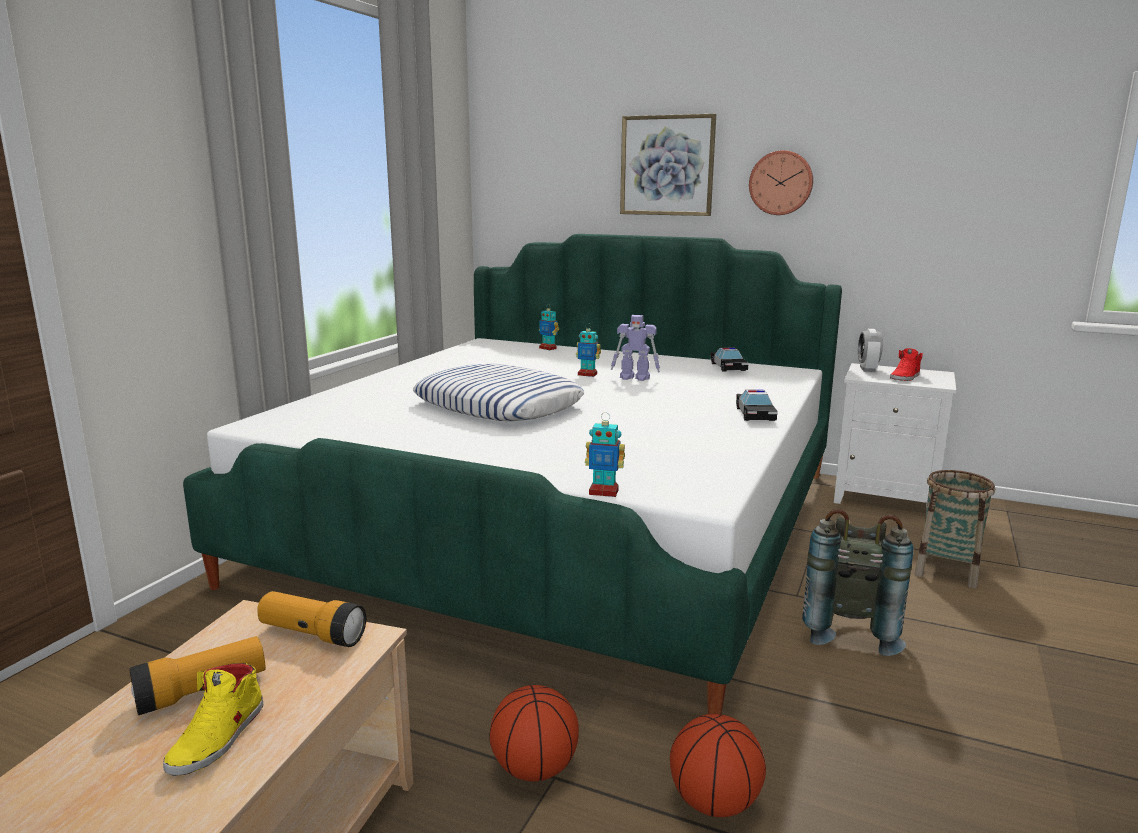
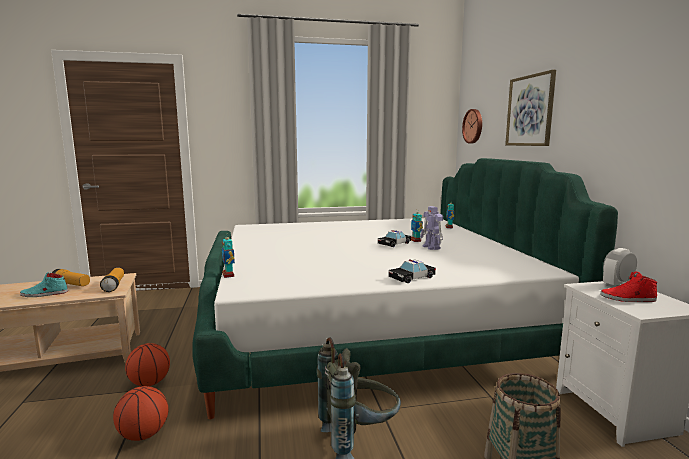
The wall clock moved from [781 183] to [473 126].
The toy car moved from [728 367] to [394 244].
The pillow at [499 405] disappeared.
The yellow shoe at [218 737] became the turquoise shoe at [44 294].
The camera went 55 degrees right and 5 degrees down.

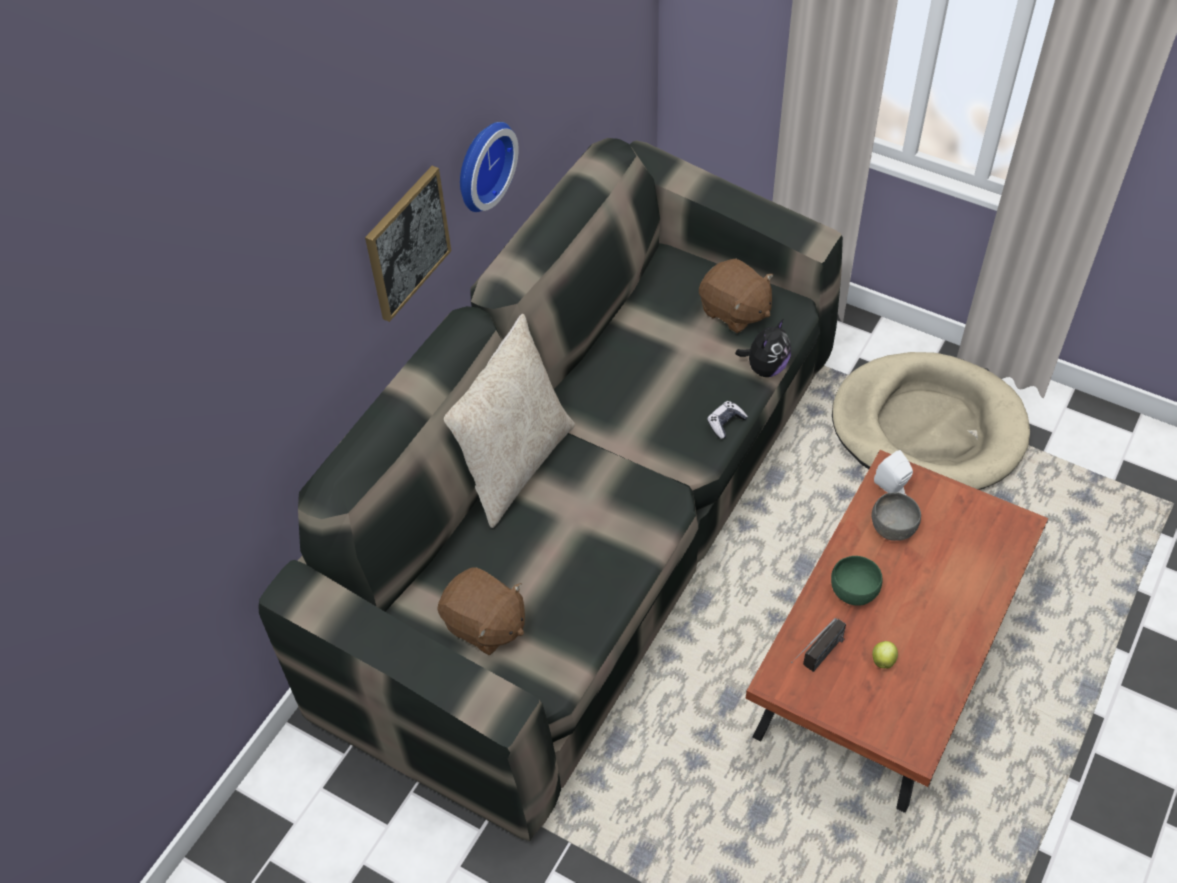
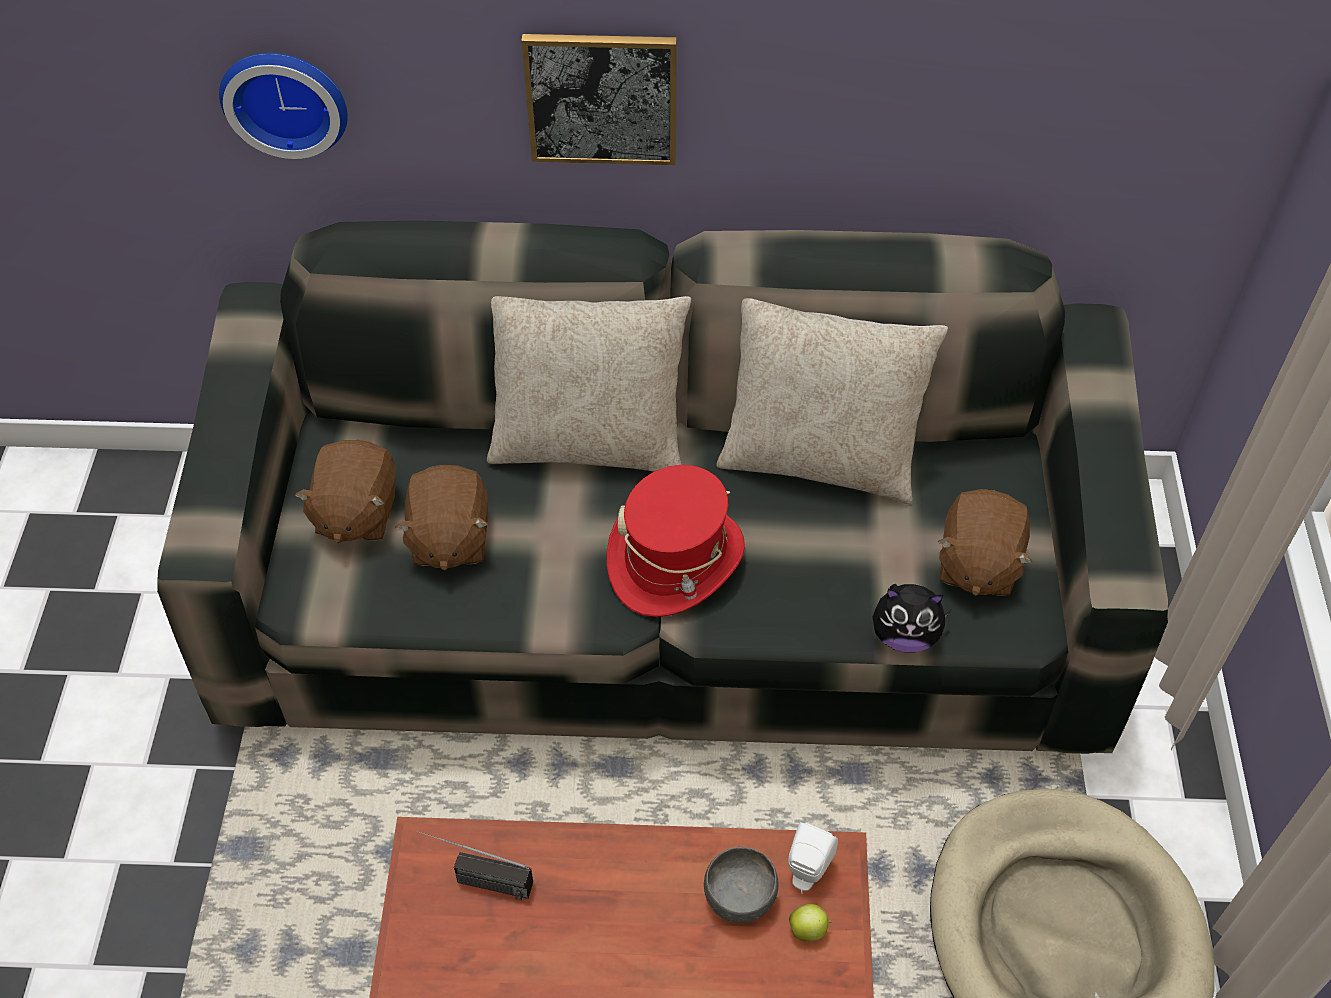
The wall clock moved from [481 164] to [286 98].
The game controller at [725 423] disappeared.
The green bowl at [853 590] disappeared.
The apple moved from [883 660] to [808 929].
The beige pillow at [819 459] appeared.
The brown plush toy at [449 539] appeared.
The red hat at [676 560] appeared.
The camera went 60 degrees right and 0 degrees up.

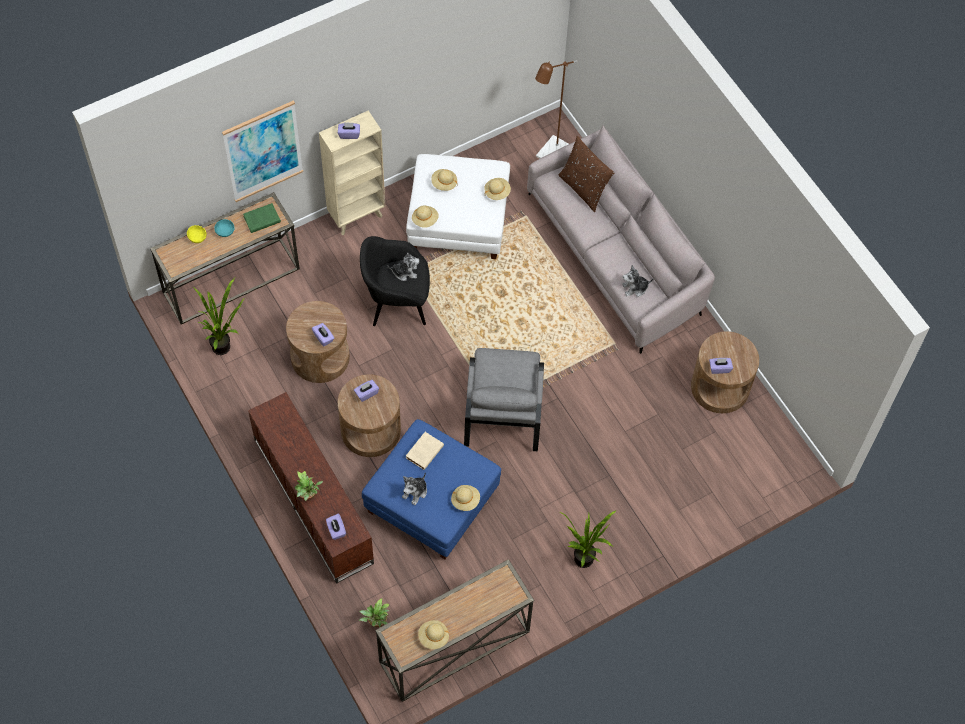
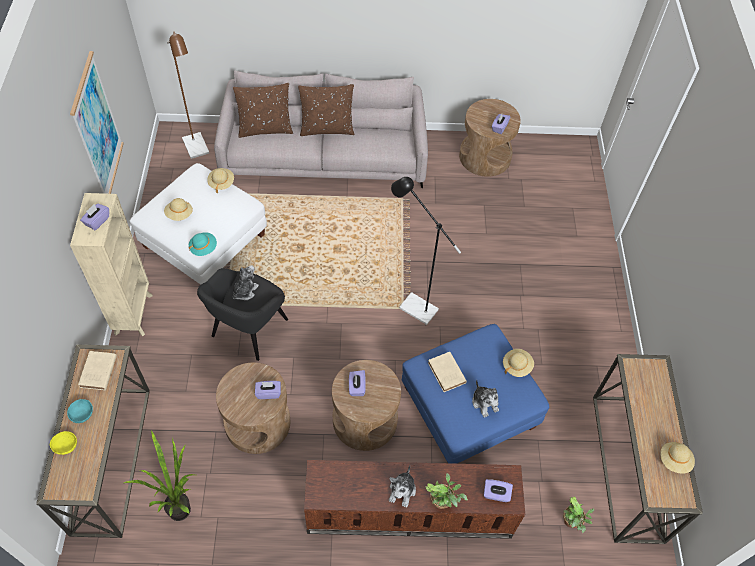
The picture moved from [263 151] to [97 129].
The green book at [261 220] became the beige book at [98 373].
The beige hat at [425 220] became the turquoise hat at [203 248].
The plush toy moved from [635 288] to [402 491].
The grey armchair at [503 410] was replaced by the black floor lamp at [412 305].
The potted plant at [584 564] disappeared.
The brown pillow at [327 128] appeared.
The camera went 60 degrees left and 5 degrees down.

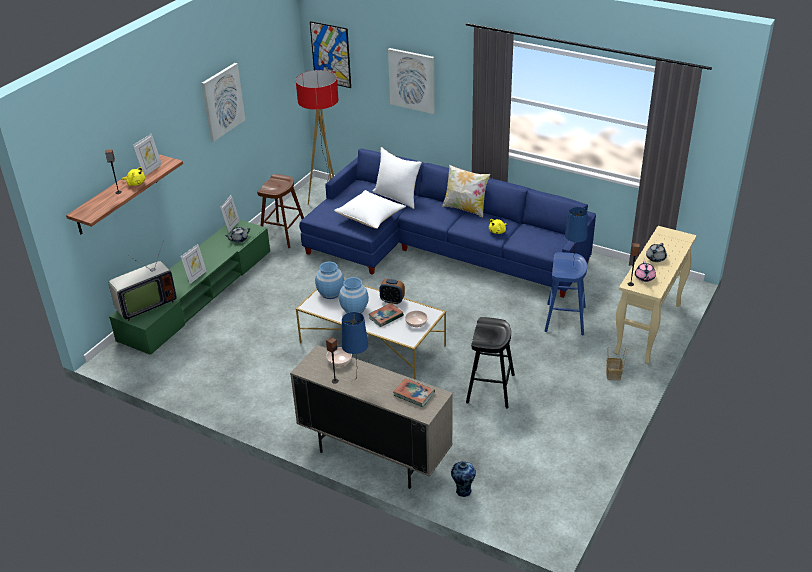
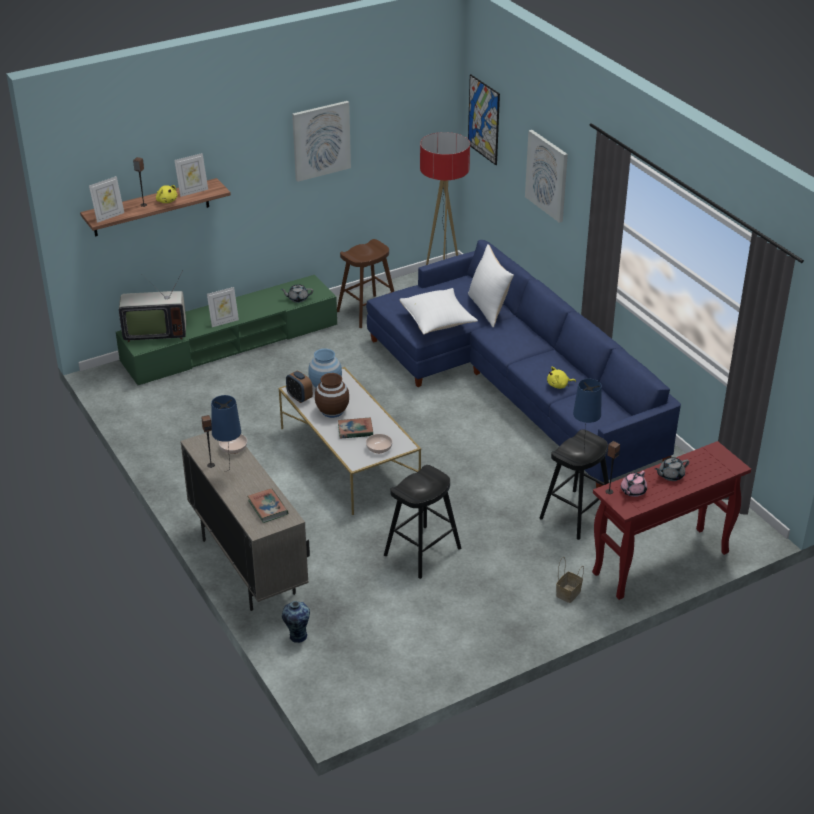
The pillow at [465 209] disappeared.
The picture frame moved from [232 226] to [109 216].
The beige console table at [648 329] became the red console table at [660 564].
The blue stool at [565 319] became the black stool at [576 514].
The blue vase at [354 309] became the brown vase at [332 411].
The alarm clock moved from [392 300] to [299 397].
The camera went 30 degrees right and 0 degrees up.

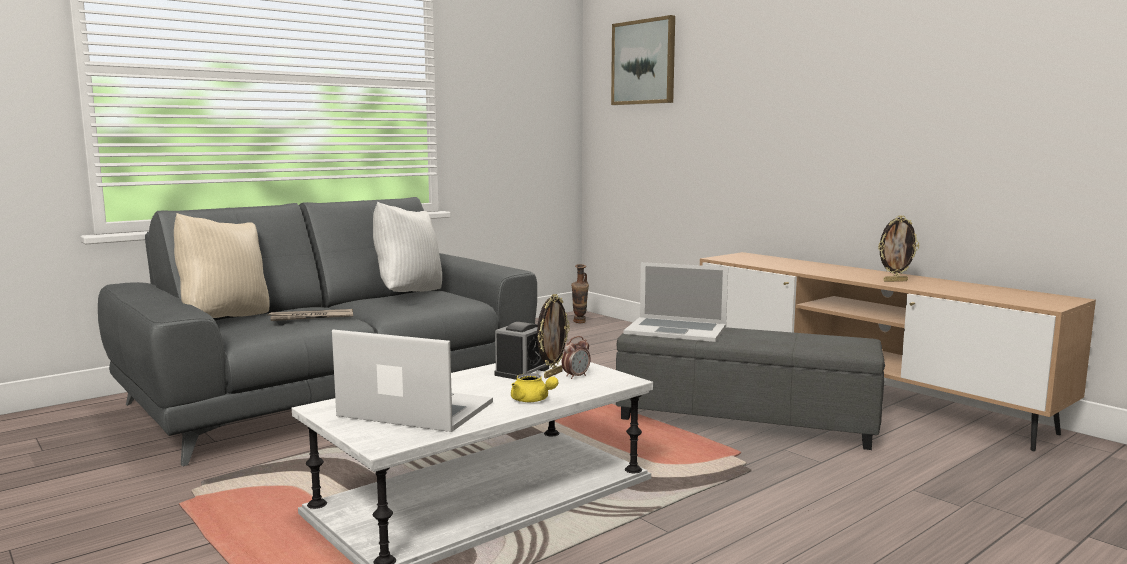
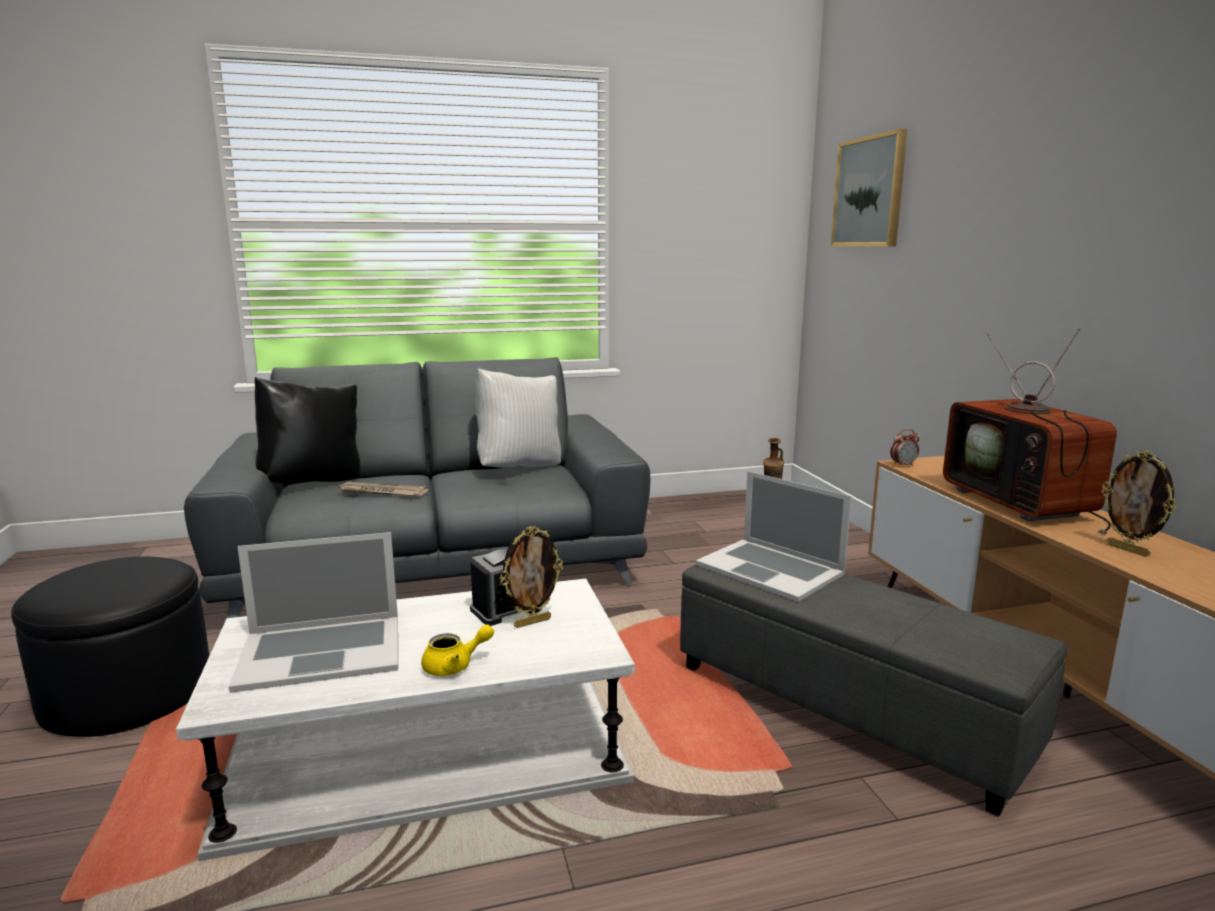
The beige pillow at [225 318] became the black pillow at [314 482].
The picture frame at [895 281] turned 45 degrees clockwise.
The laptop at [415 410] turned 120 degrees clockwise.
The alarm clock moved from [576 376] to [903 465].
The yellow teapot at [533 400] turned 90 degrees counterclockwise.
The television at [1024 504] appeared.
The black ottoman at [128 692] appeared.
The camera went 25 degrees right and 5 degrees up.

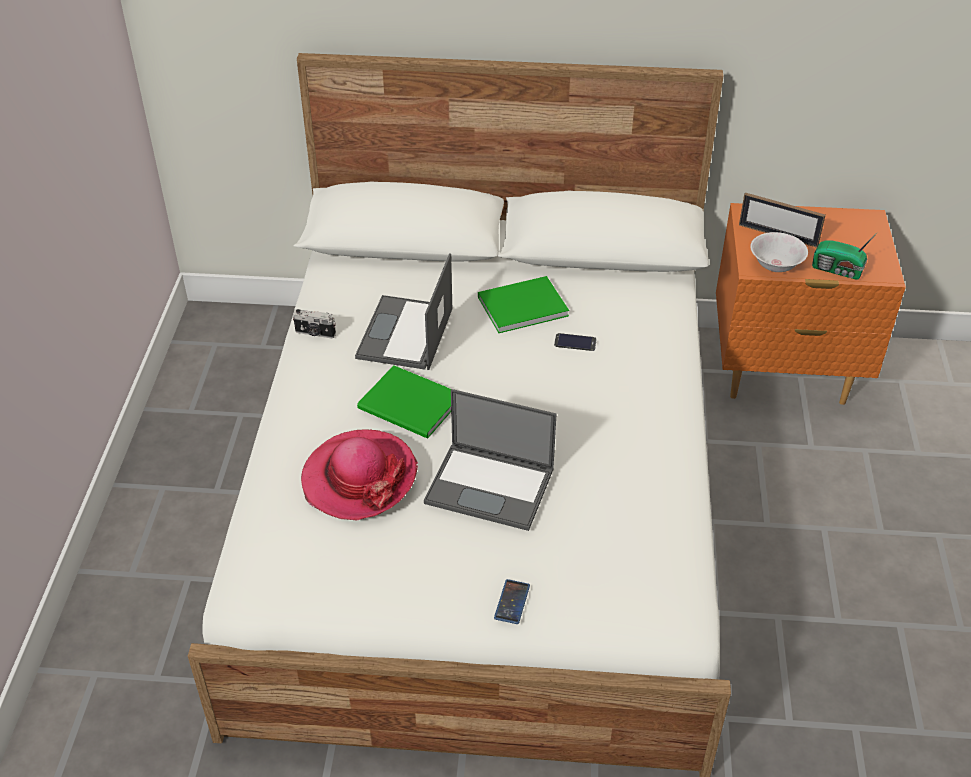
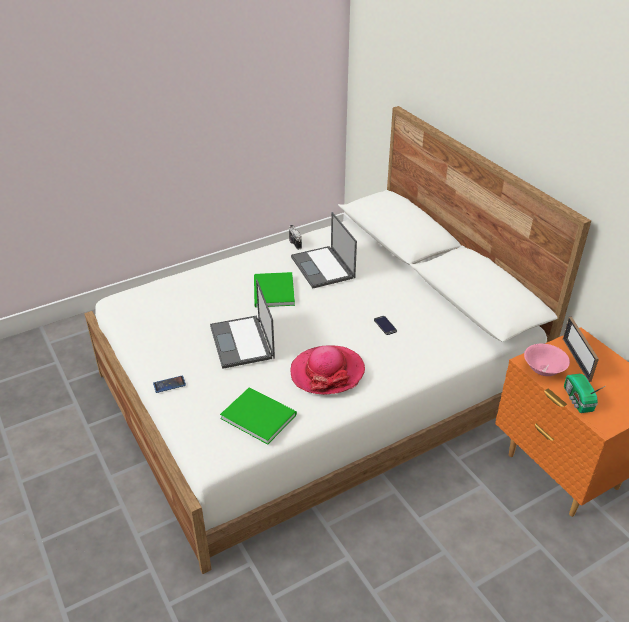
The white bowl at [775 266] became the pink bowl at [543 370].
The laptop at [405 334] turned 90 degrees counterclockwise.
The green book moved from [519 306] to [258 414].
The hat moved from [359 477] to [327 372].
The camera went 55 degrees right and 5 degrees down.

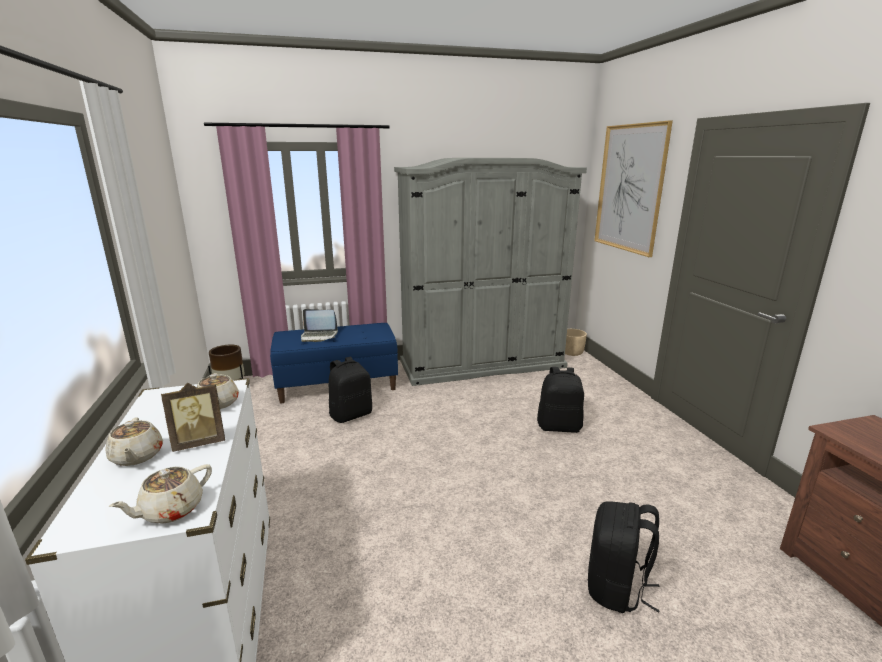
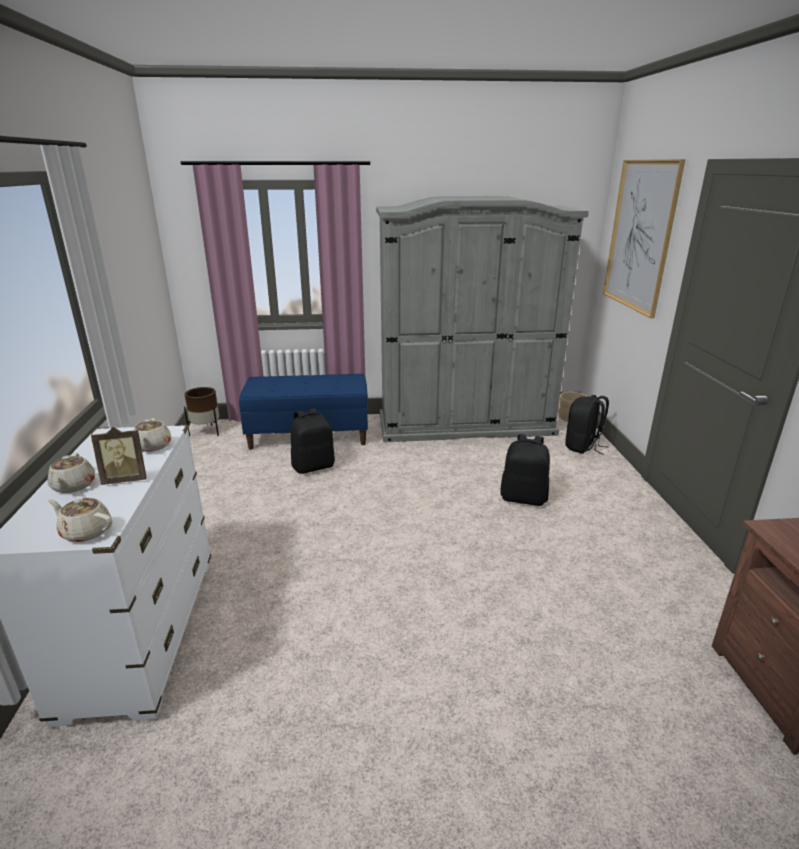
The laptop at [319 336] disappeared.
The beige teapot at [171 510] turned 60 degrees clockwise.
The black backpack moved from [616 588] to [583 447].
The camera went 10 degrees right and 5 degrees up.

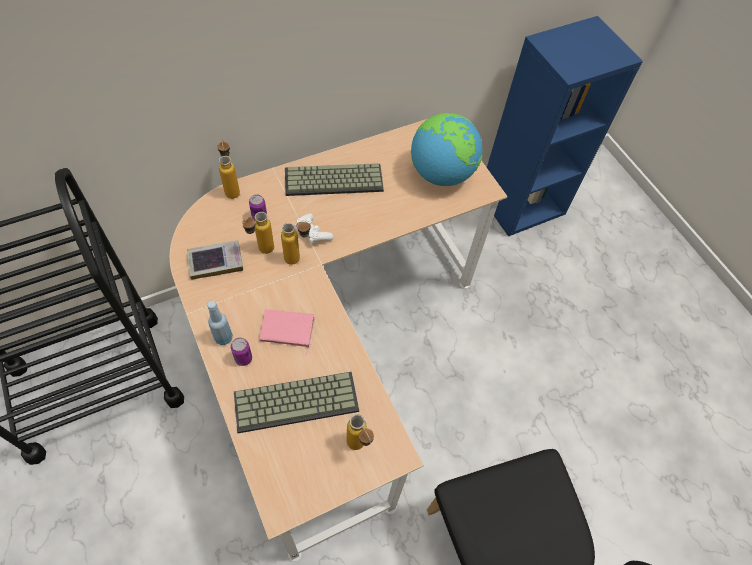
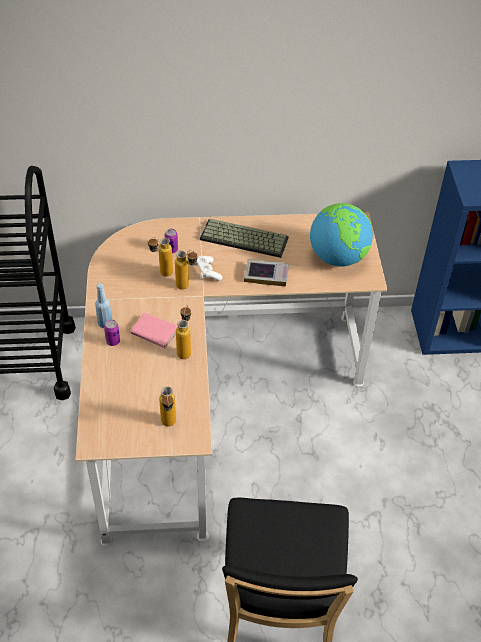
The bottle moved from [232 188] to [185 350].
The book moved from [216 262] to [266 275].
The keyboard at [297 400] disappeared.
The camera went 25 degrees right and 10 degrees down.

